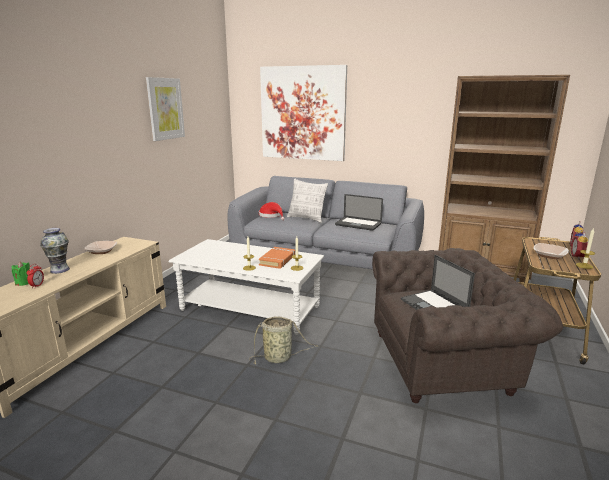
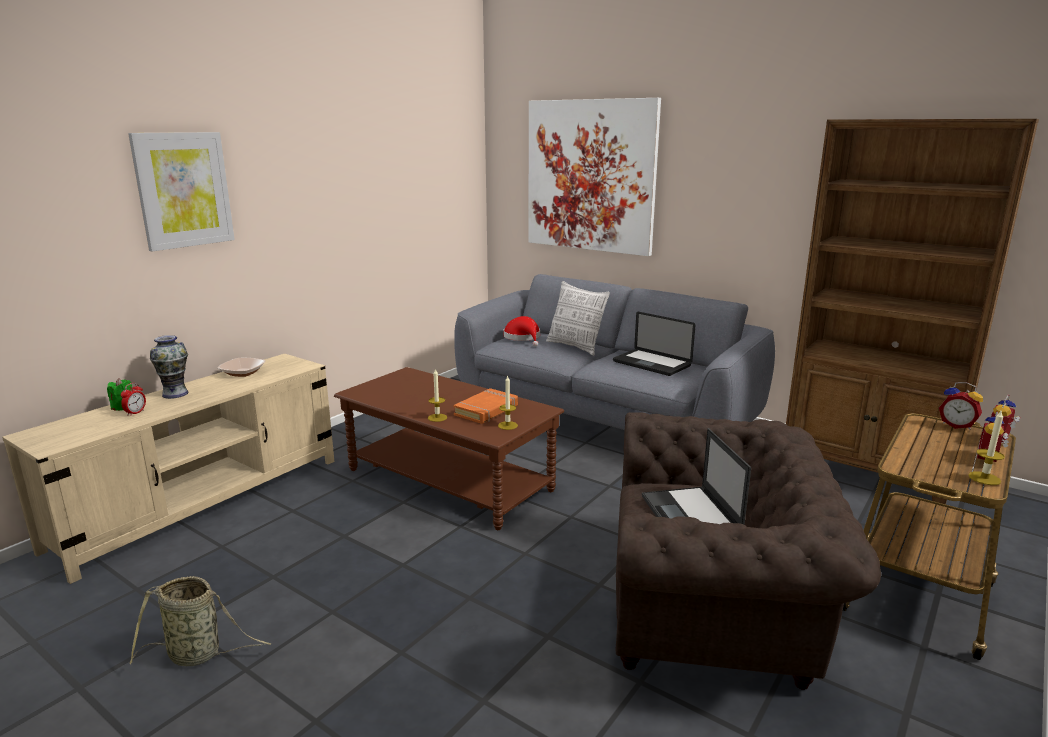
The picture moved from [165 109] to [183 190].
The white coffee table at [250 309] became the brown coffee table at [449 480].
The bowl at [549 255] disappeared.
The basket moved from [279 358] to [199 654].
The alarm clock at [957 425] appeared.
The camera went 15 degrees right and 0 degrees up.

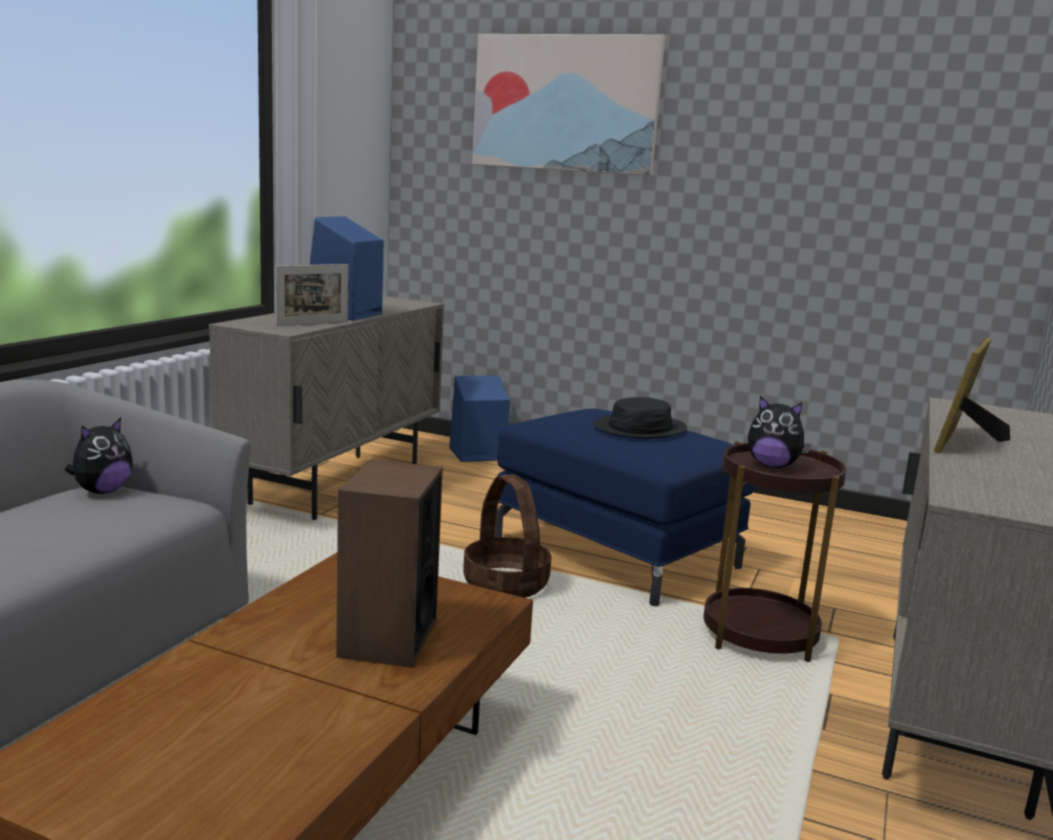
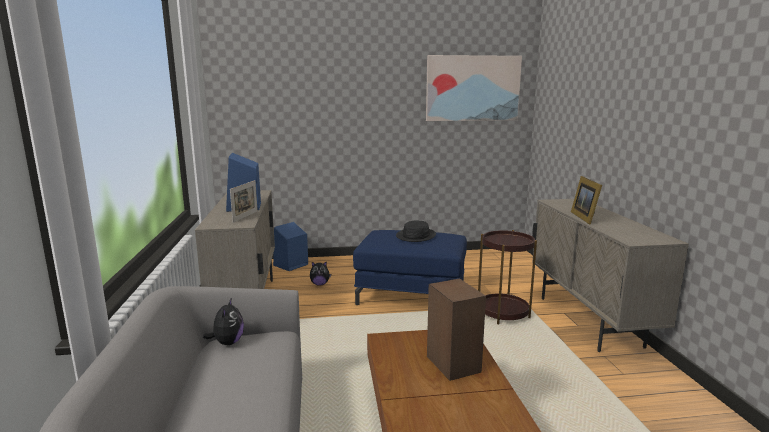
The picture moved from [565 103] to [472 88].
The plush toy moved from [773 466] to [320 284].
The basket at [506 584] disappeared.
The camera went 30 degrees left and 0 degrees up.

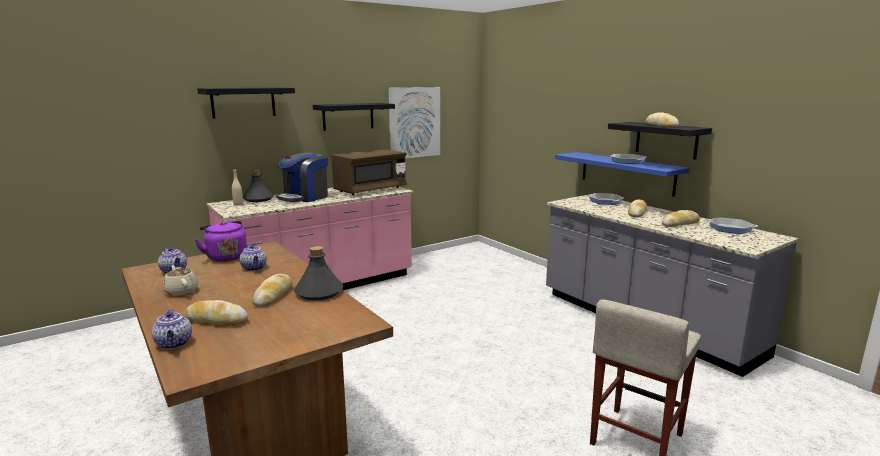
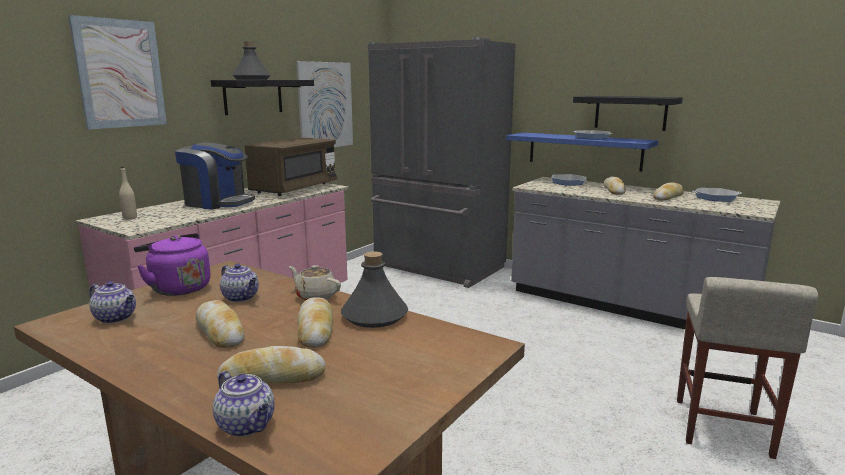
The black shelf at [243 102] was replaced by the picture at [120 74].
The bread moved from [661 125] to [220 331].
The coffee machine at [304 197] turned 90 degrees counterclockwise.
The grey bottle moved from [258 199] to [252 79].
The beige teapot moved from [181 291] to [315 296].
The grey fridge at [437 267] appeared.
The camera went 20 degrees left and 0 degrees up.

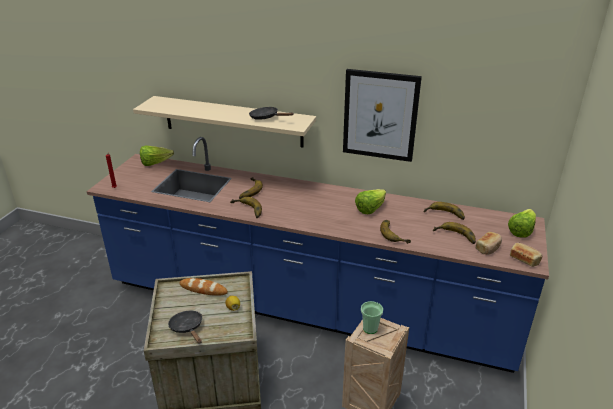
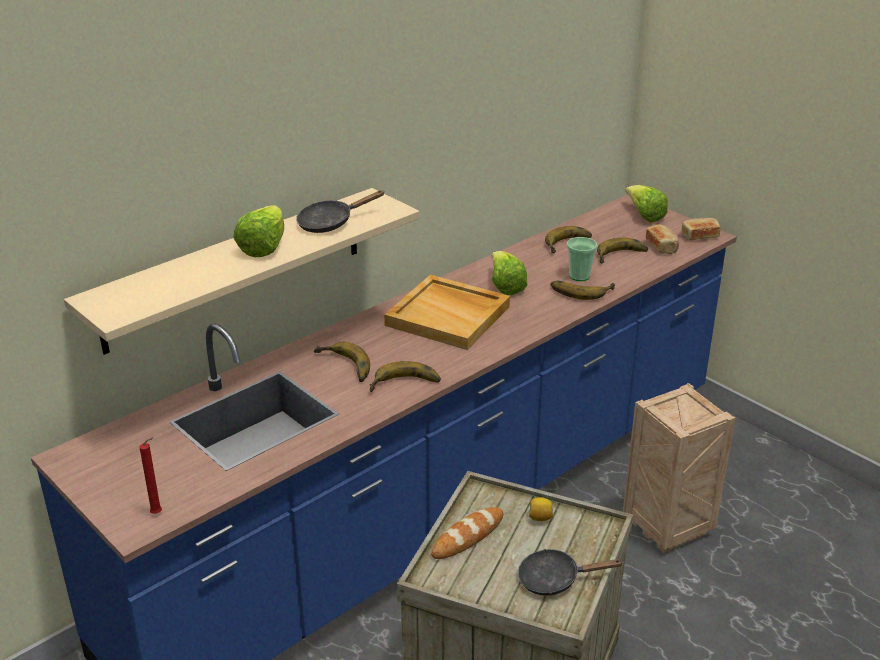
The picture at [380 115] disappeared.
The lettuce moved from [155 163] to [263 247].
The cup moved from [370 328] to [579 276].
The beige tray at [449 316] appeared.
The camera went 60 degrees left and 0 degrees up.

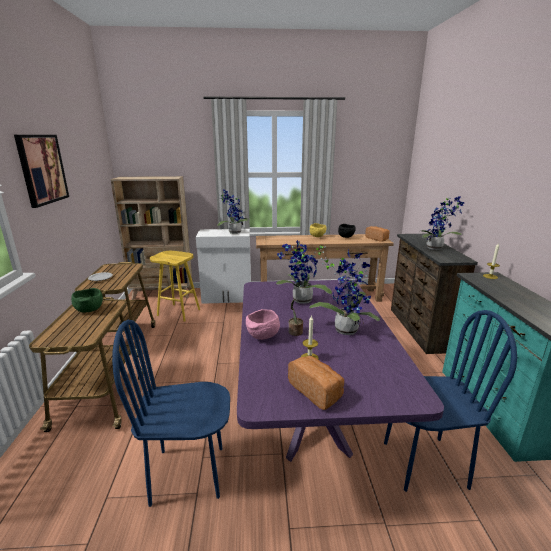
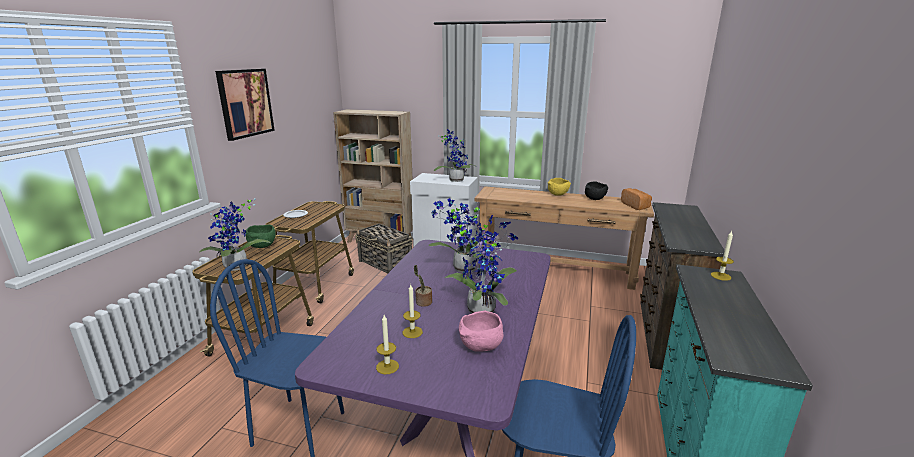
The potted plant moved from [436 248] to [237 268].
The yellow stool at [179 312] was replaced by the basket at [385 263].
The pink bowl moved from [262 337] to [480 347].
The bread at [316 391] was replaced by the candle at [387 366].
The camera went 20 degrees right and 0 degrees up.

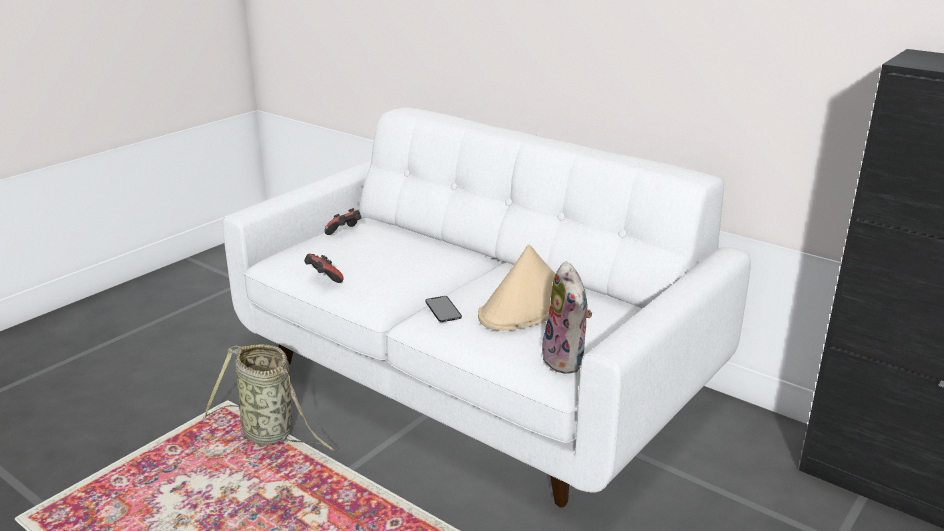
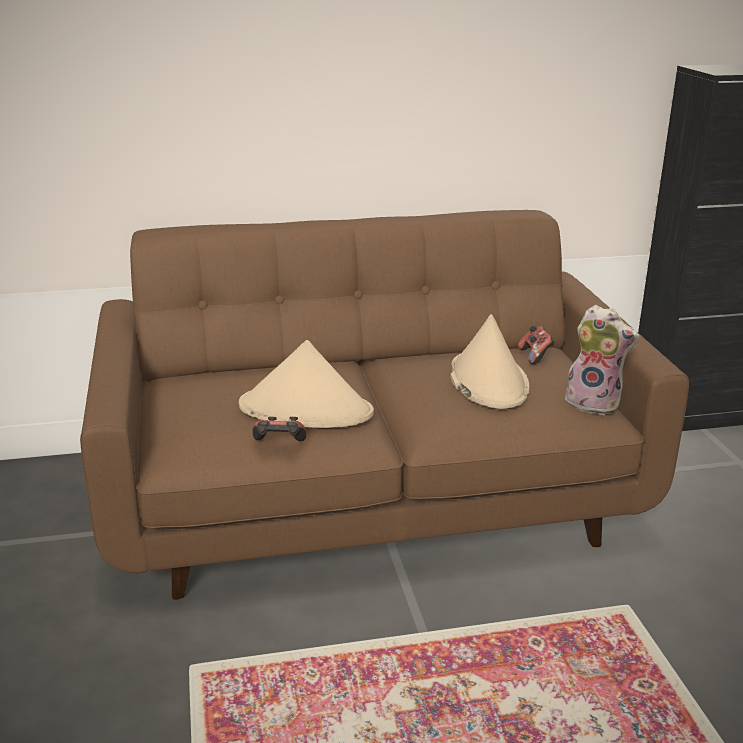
The white sofa at [474 379] became the brown sofa at [371 499].
The game controller moved from [345 232] to [535 356].
The phone at [443 309] disappeared.
The basket at [271 434] disappeared.
The beige hat at [306 410] appeared.
The camera went 50 degrees left and 0 degrees up.

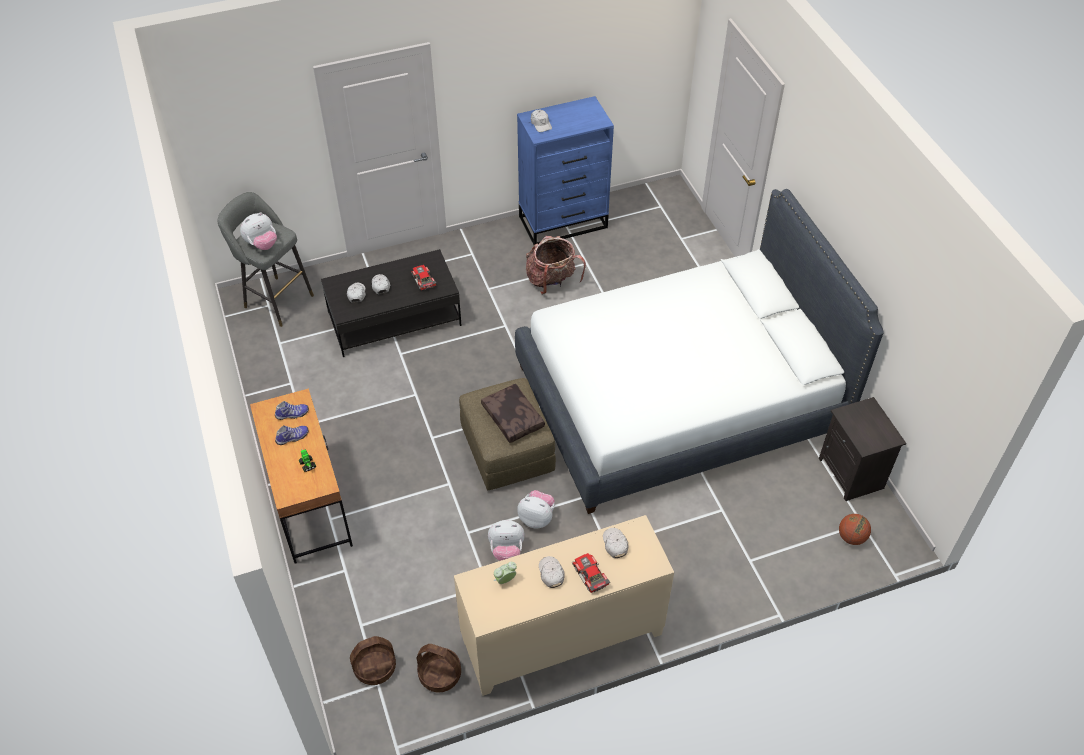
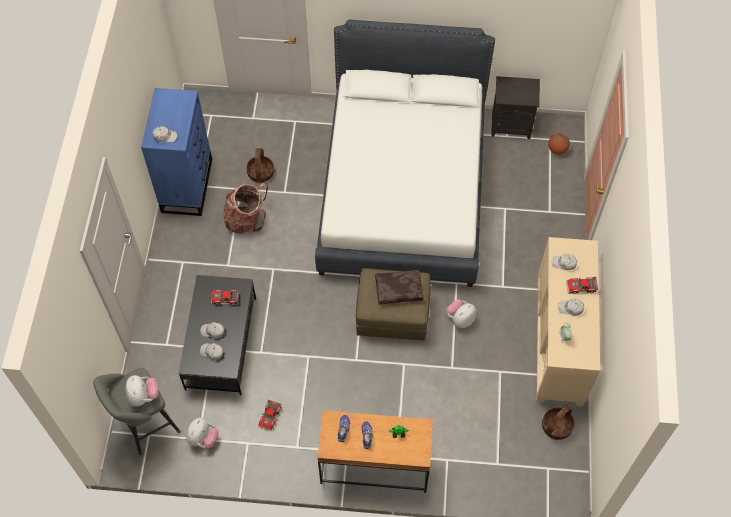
The plush toy moved from [506 550] to [203 438].
The basket moved from [374 668] to [261 173].
The toy car at [270 417] appeared.
The camera went 65 degrees left and 10 degrees up.

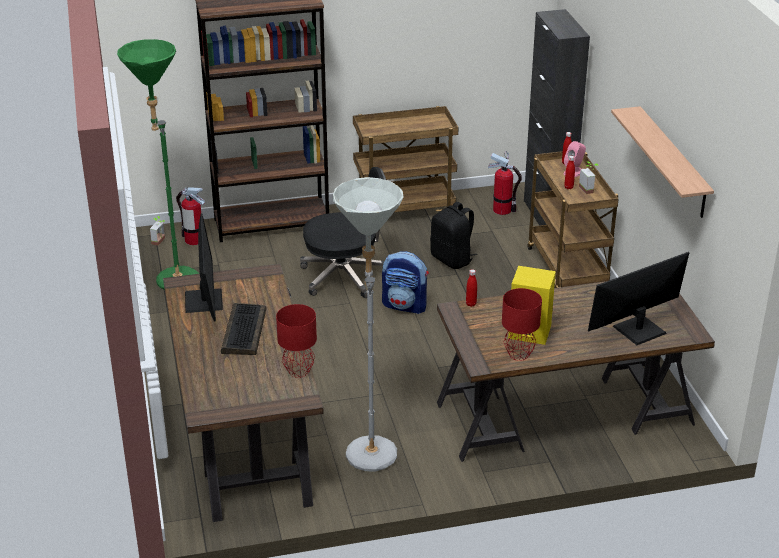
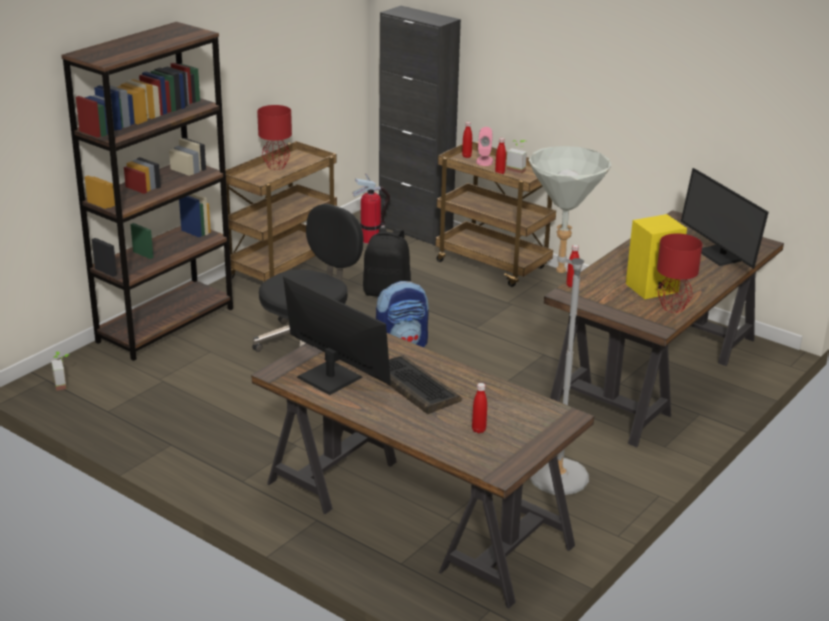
The green floor lamp at [172 276] disappeared.
The shelf at [673 162] disappeared.
The fire extinguisher at [194 240] disappeared.
The monitor at [638 329] turned 45 degrees counterclockwise.
The red table lamp moved from [299 371] to [276 166].
The red bottle at [478 430] appeared.
The camera went 40 degrees left and 5 degrees down.

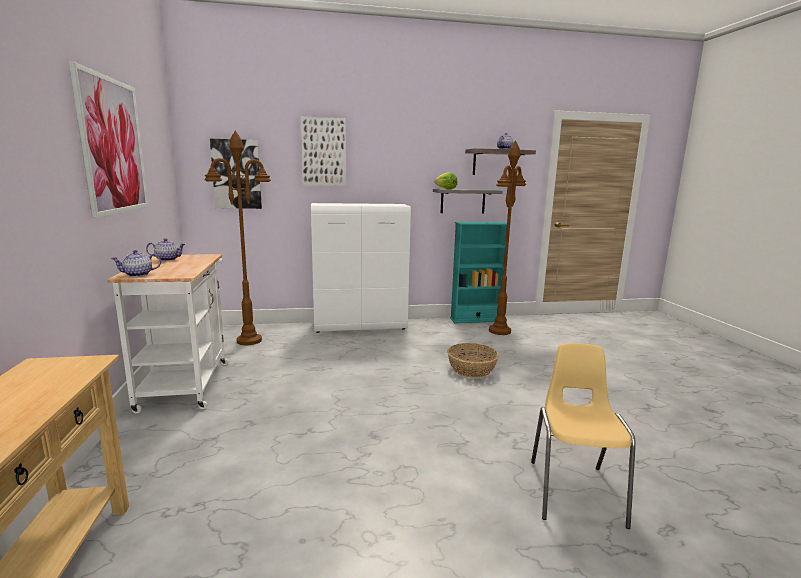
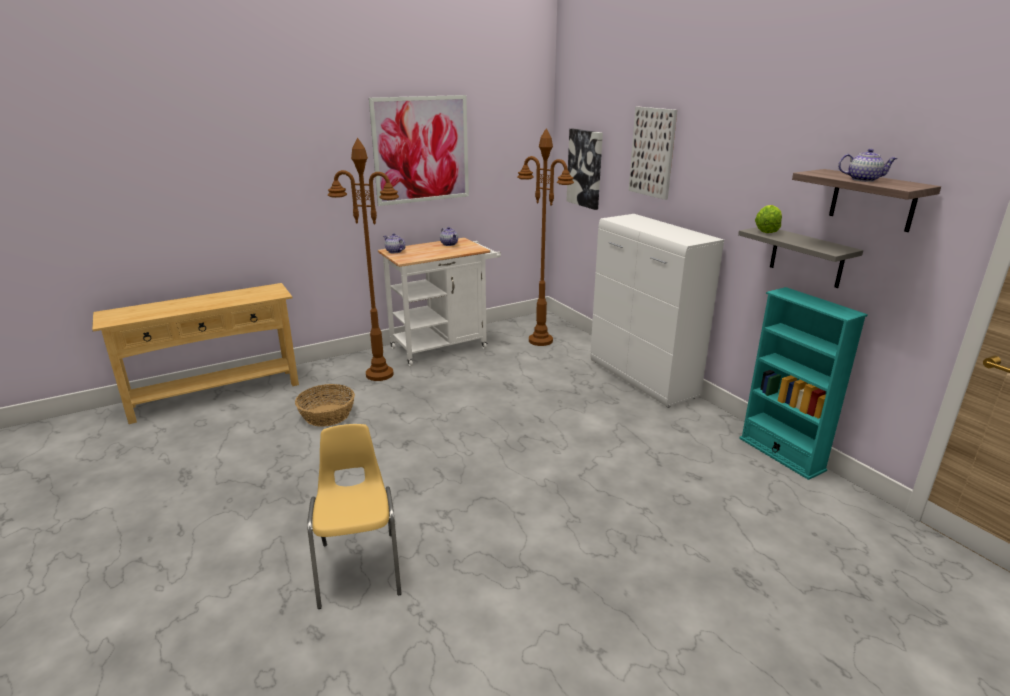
The brown floor lamp moved from [499 331] to [380 374].
The basket moved from [471 369] to [327 415].
The yellow chair at [574 491] turned 90 degrees counterclockwise.
The camera went 70 degrees right and 10 degrees up.

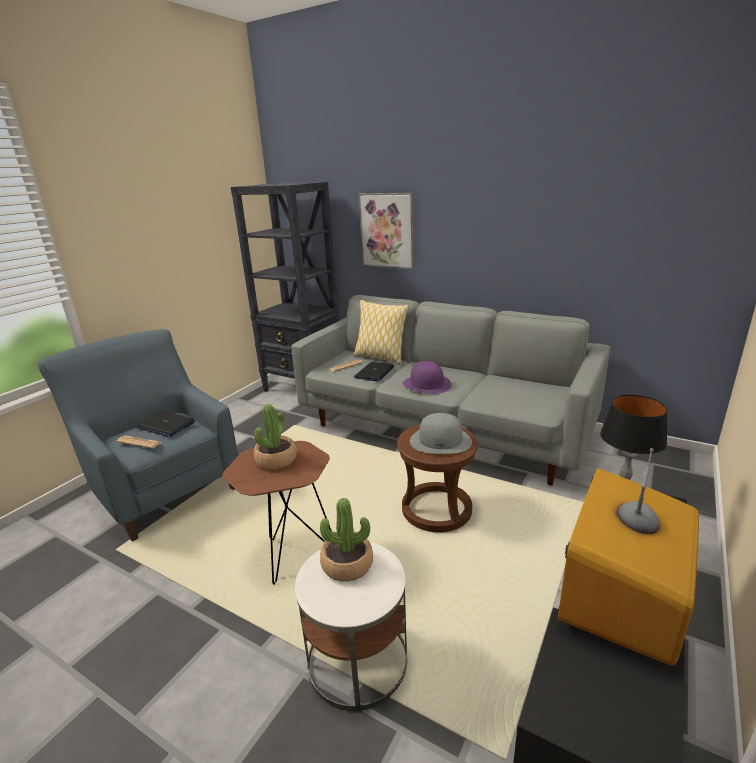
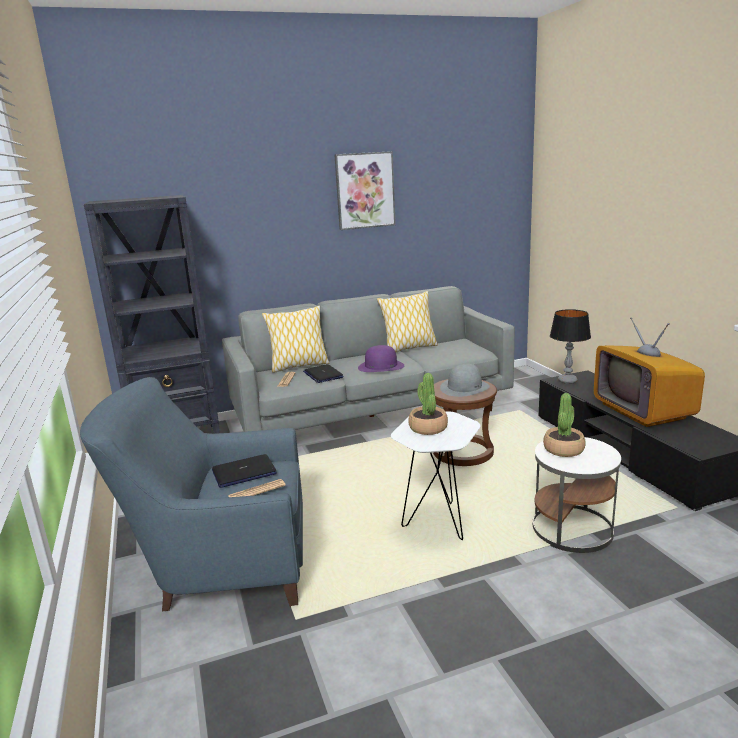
The picture moved from [388 231] to [365 190].
The brown side table at [290 556] became the white side table at [437 524].
The pillow at [409 348] appeared.
The camera went 50 degrees left and 5 degrees down.

